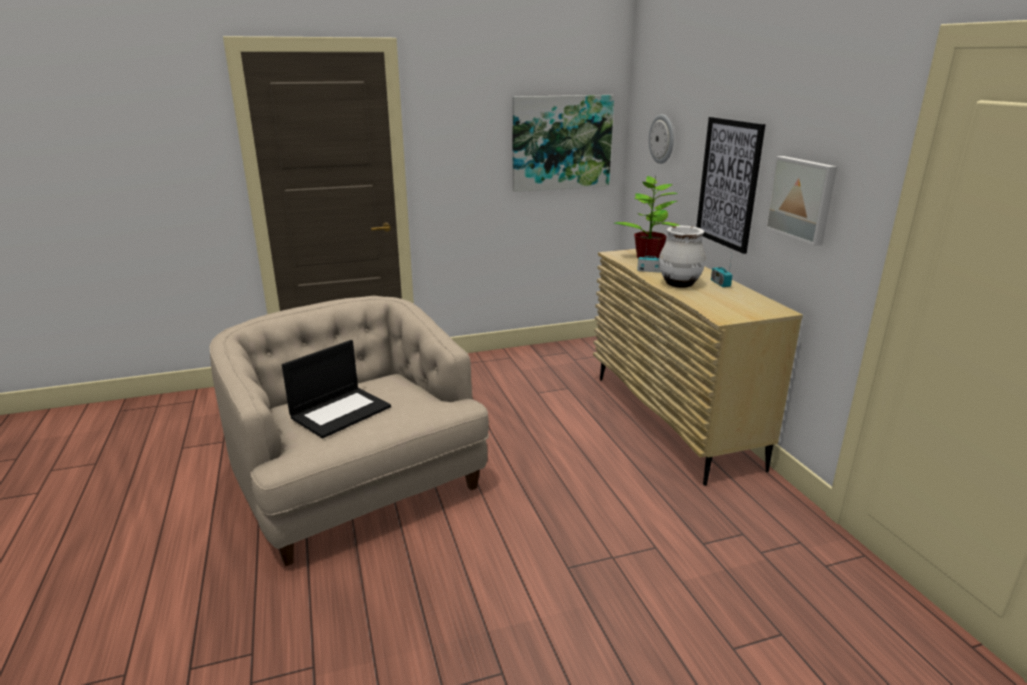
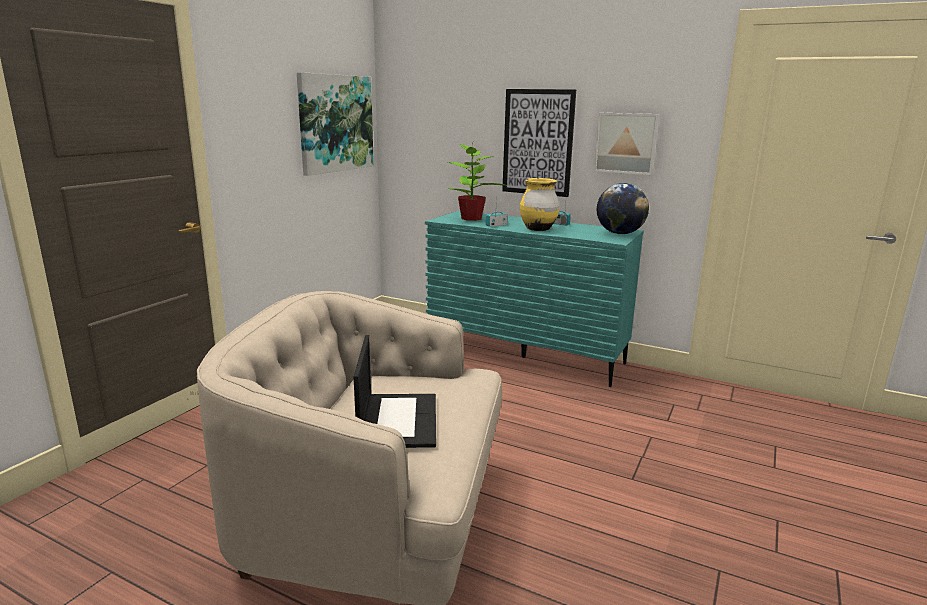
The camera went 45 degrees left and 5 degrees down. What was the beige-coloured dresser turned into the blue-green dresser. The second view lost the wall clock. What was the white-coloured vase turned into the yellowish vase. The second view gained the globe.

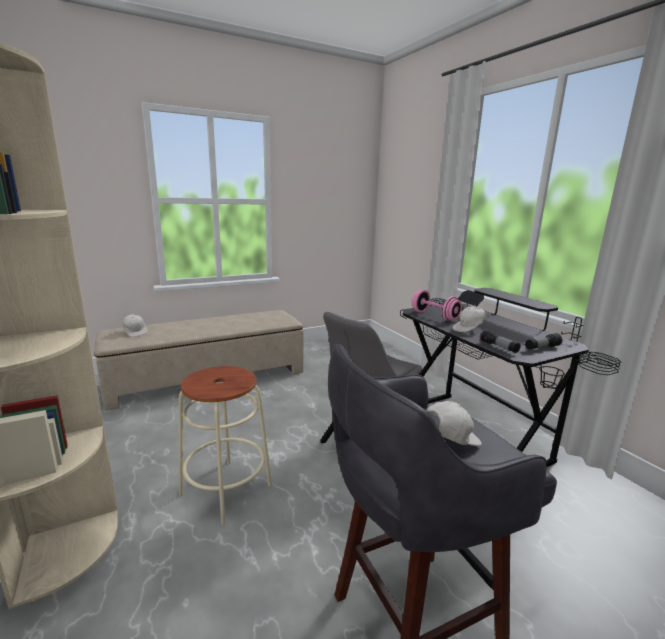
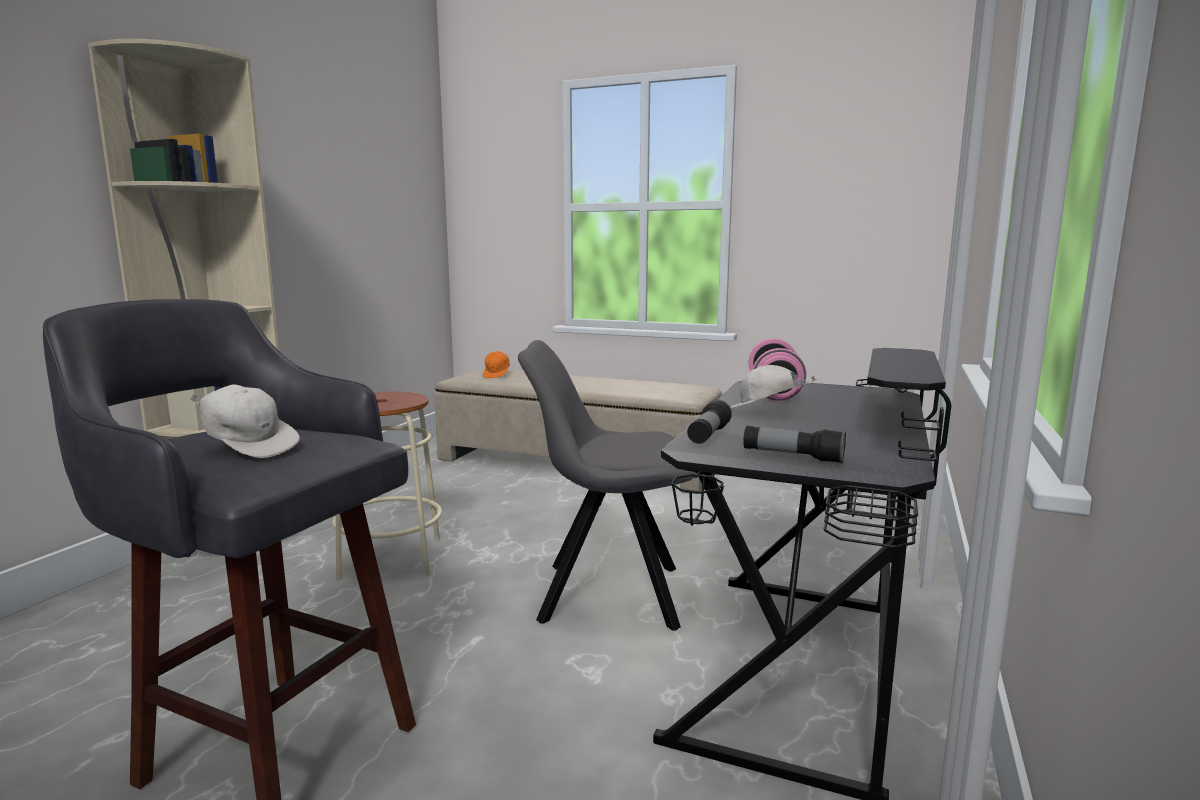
The camera went 50 degrees right and 5 degrees down. What was the white-coloured baseball cap (1st from left) turned into the orange baseball cap.

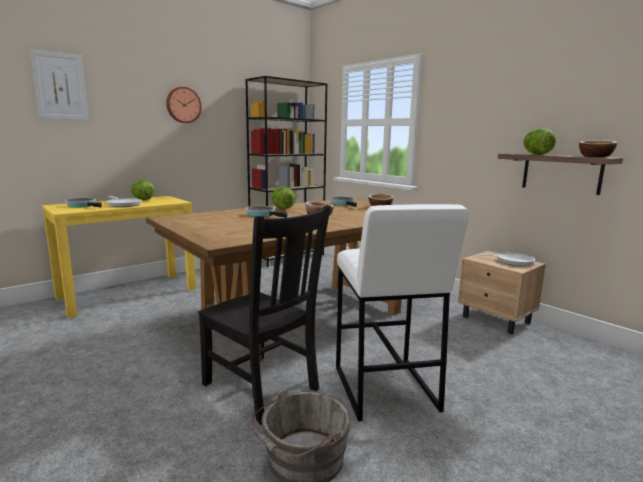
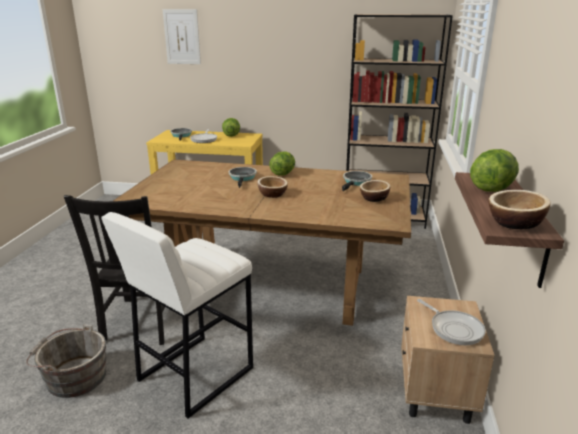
The camera went 50 degrees right and 10 degrees up. The second view lost the wall clock.

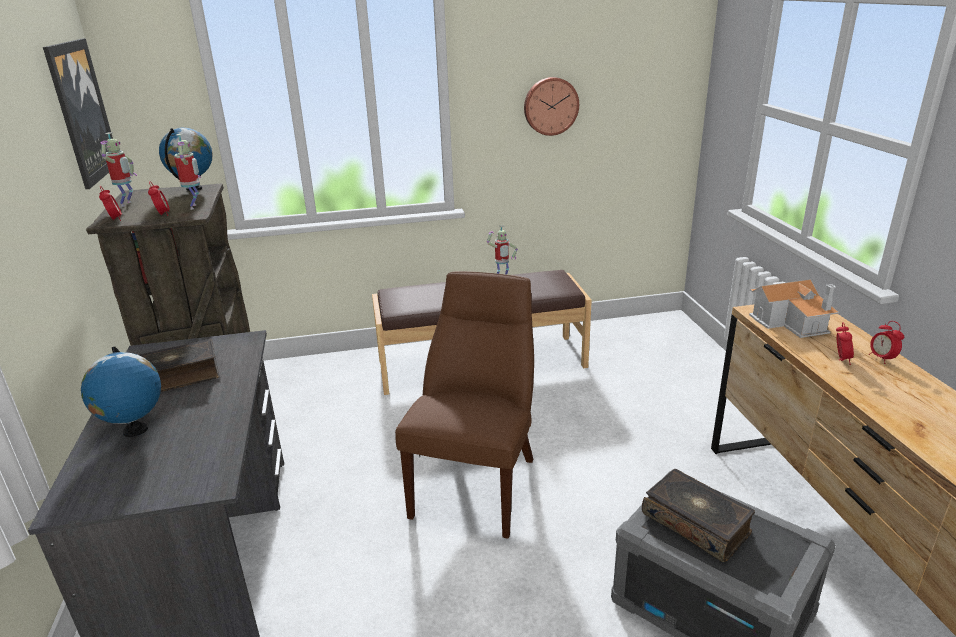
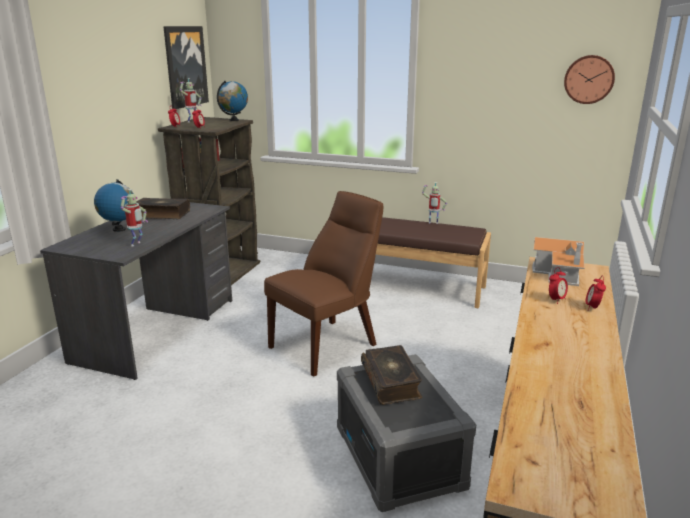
The camera went 30 degrees right and 5 degrees down. The robot figure (2nd from left in the first image) ended up elsewhere. The wall clock ended up elsewhere.

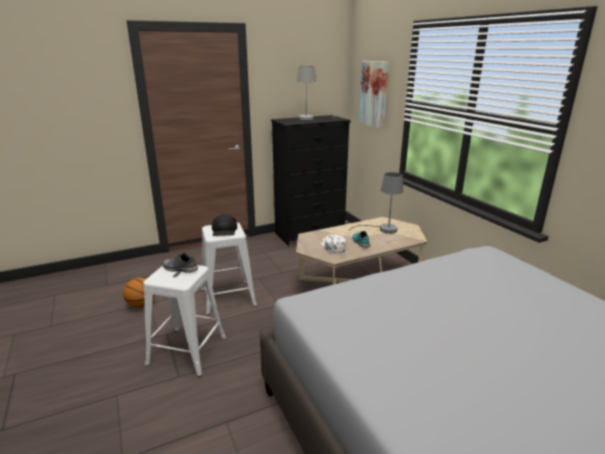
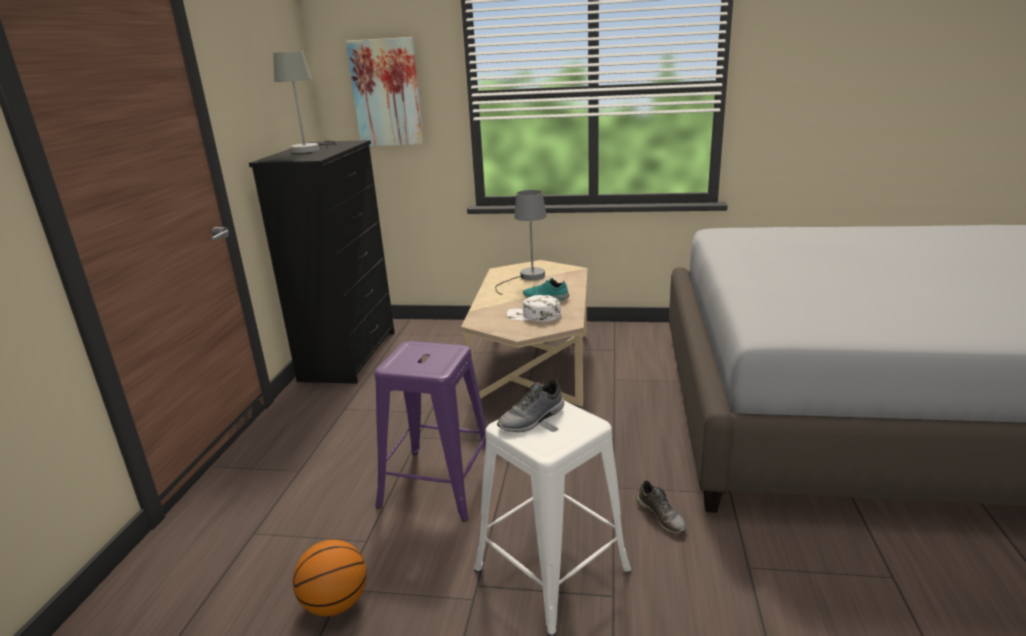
The camera went 55 degrees left and 0 degrees up. What was the white-coloured stool seat (2nd from left) turned into the purple-coloured stool seat. The second view lost the black baseball cap. The second view gained the gray item of footwear (2nd from left).

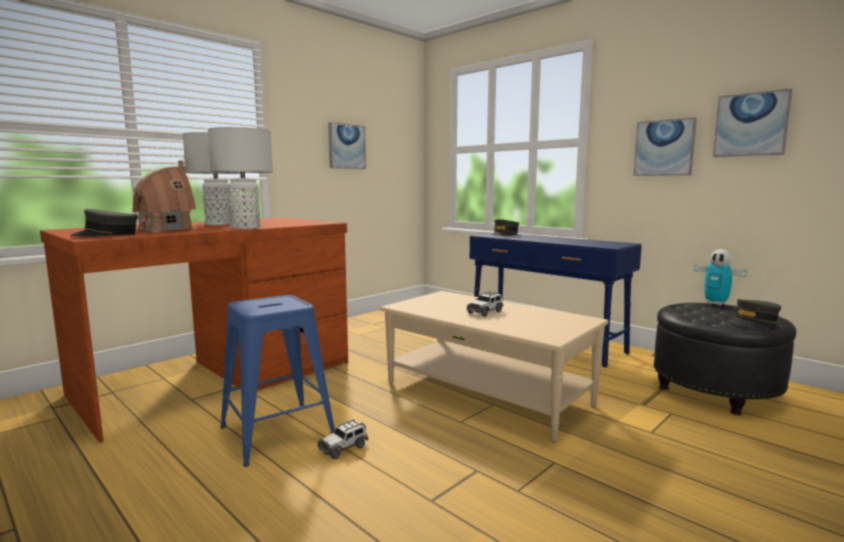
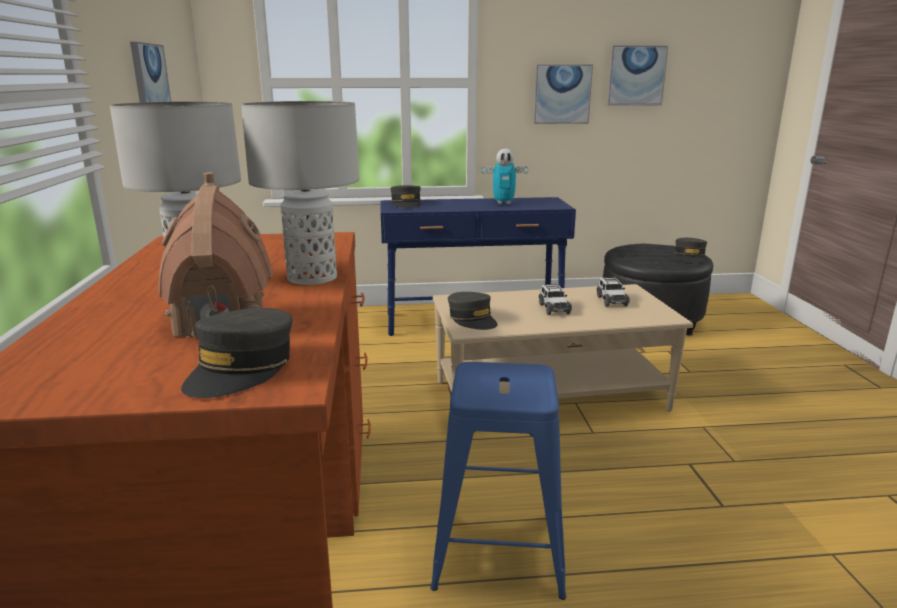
The camera went 50 degrees left and 10 degrees up. The model car (1st from left in the first image) ended up elsewhere. The robot figure ended up elsewhere. The second view gained the gray baseball cap (3rd from left).

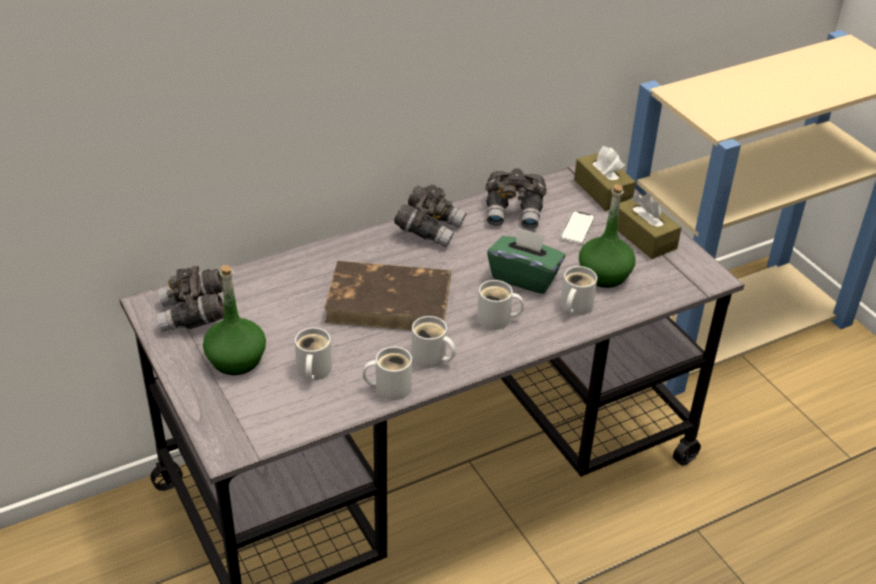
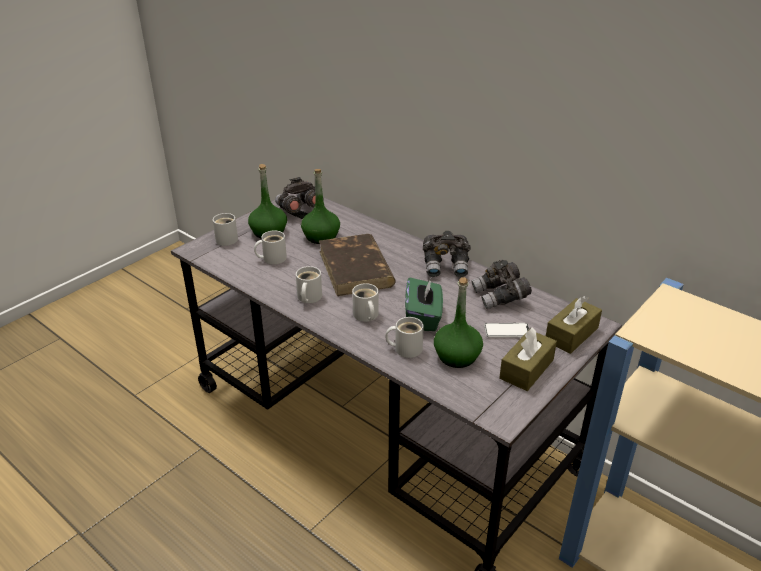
The camera went 70 degrees right and 5 degrees down. The white-coloured tea mug (2nd from left in the first image) ended up elsewhere. The second view gained the green bottle (2nd from left).

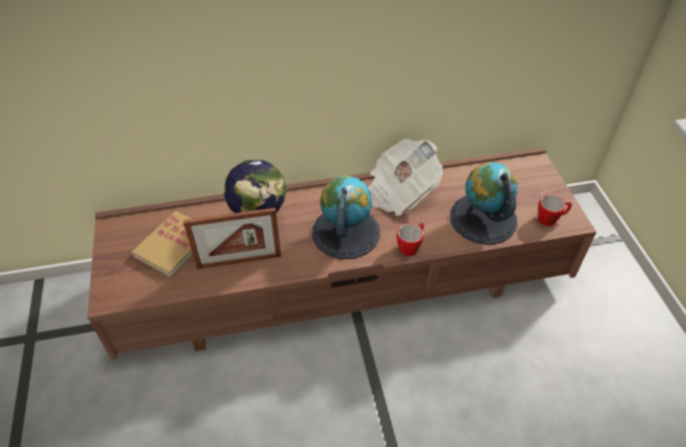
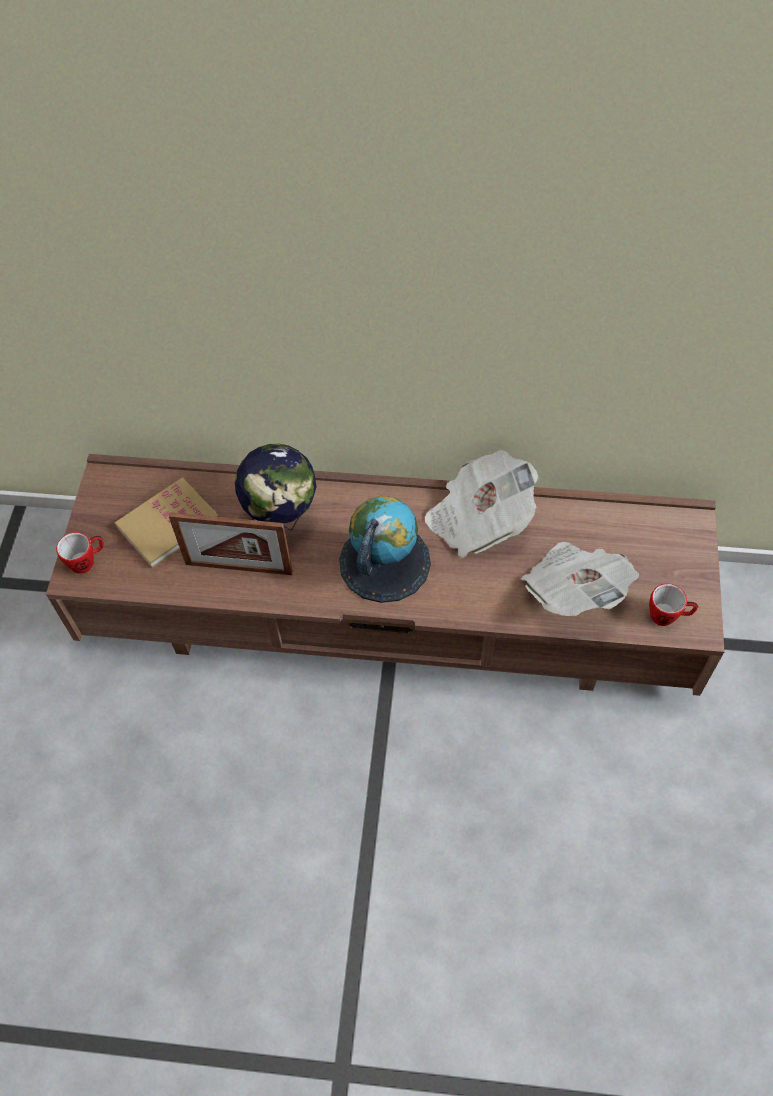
The camera went 20 degrees right and 10 degrees up. The tea mug (1st from left) ended up elsewhere. Where the globe (3rd from left) stood, the newspaper (2nd from left) came to stand.

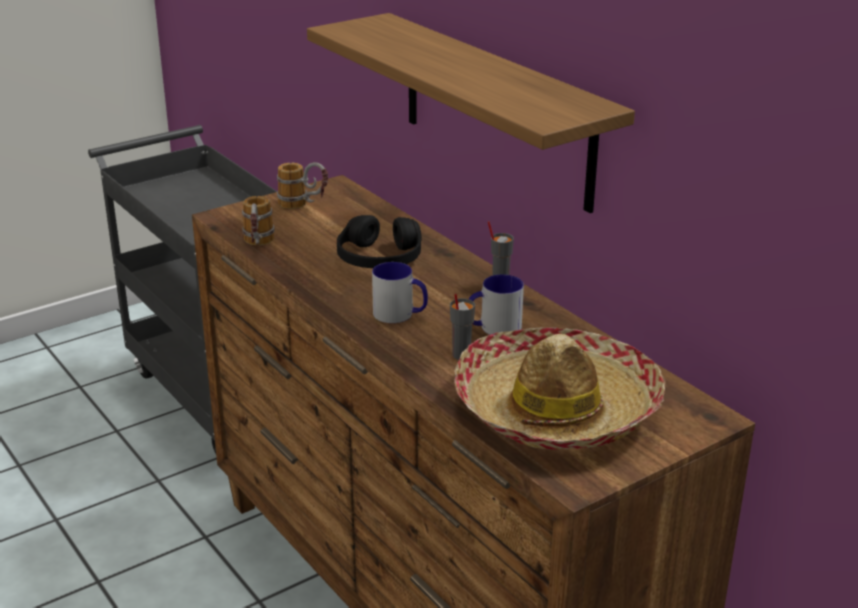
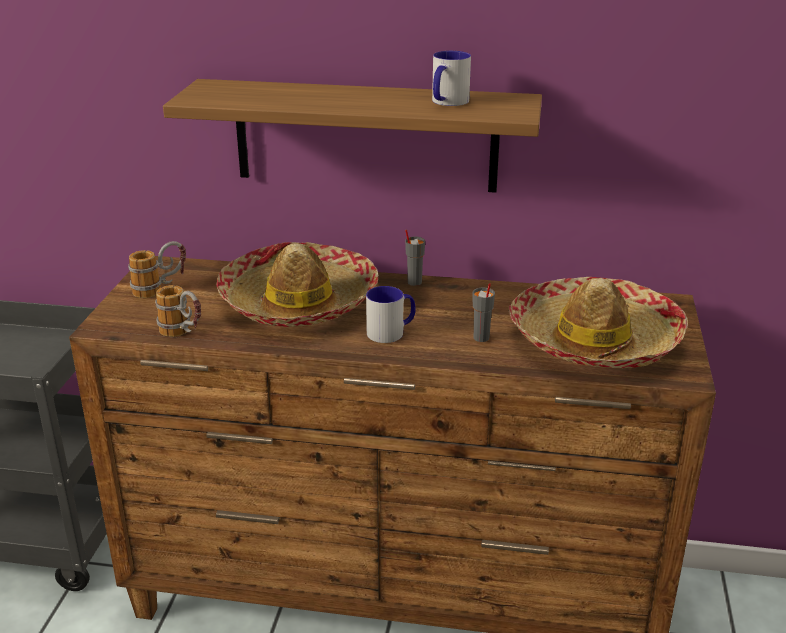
The camera went 45 degrees left and 0 degrees up. Where the black pair of headphones stood, the hat (1st from left) came to stand. The tea mug (4th from left) ended up elsewhere.

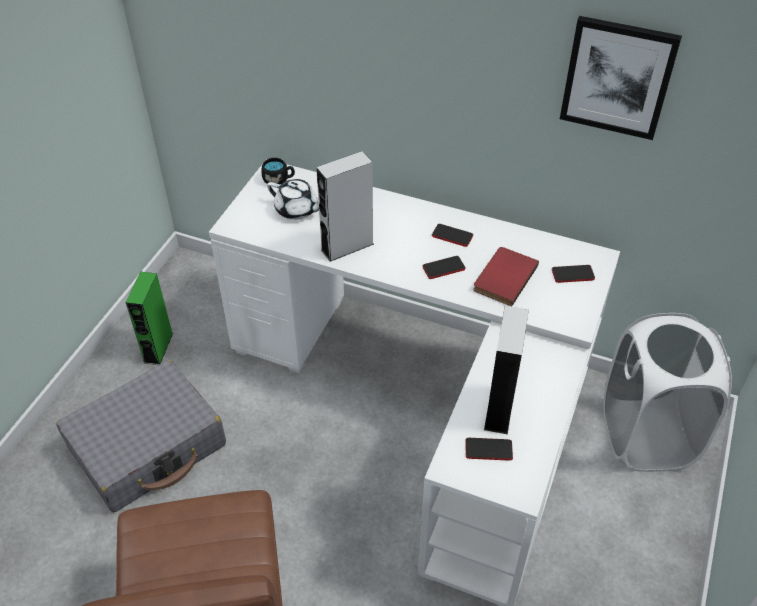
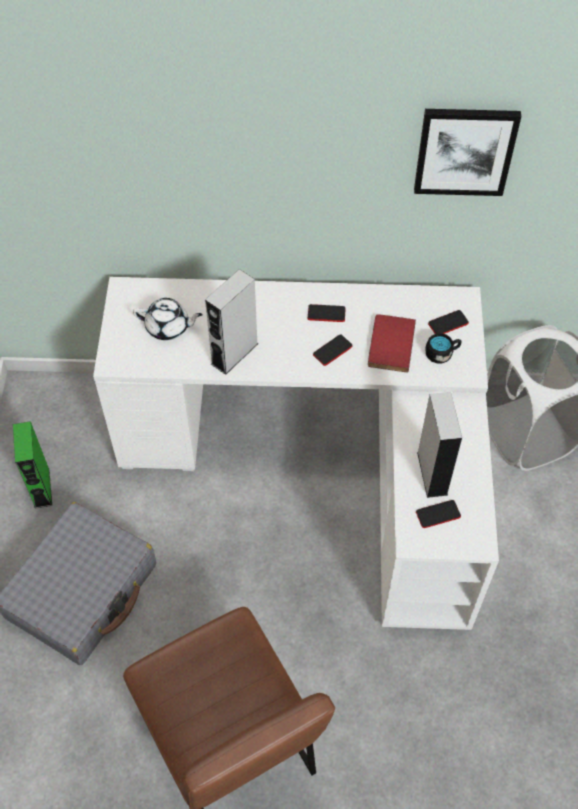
The camera went 20 degrees left and 10 degrees up. The black tea mug ended up elsewhere.

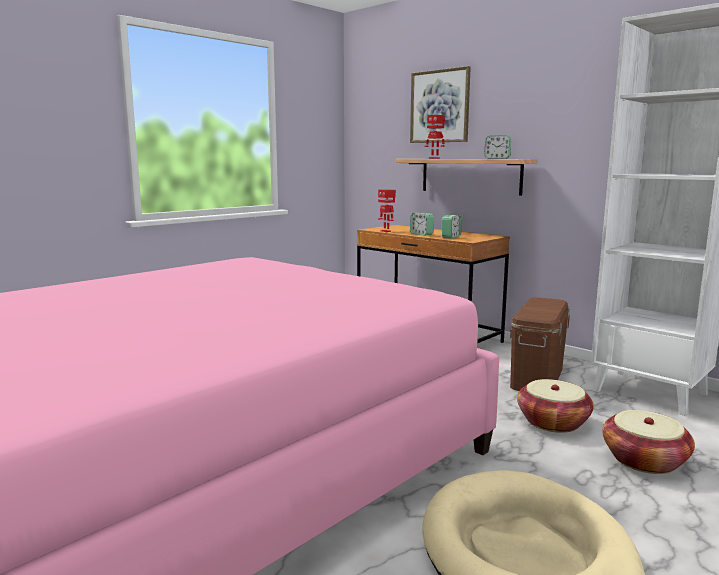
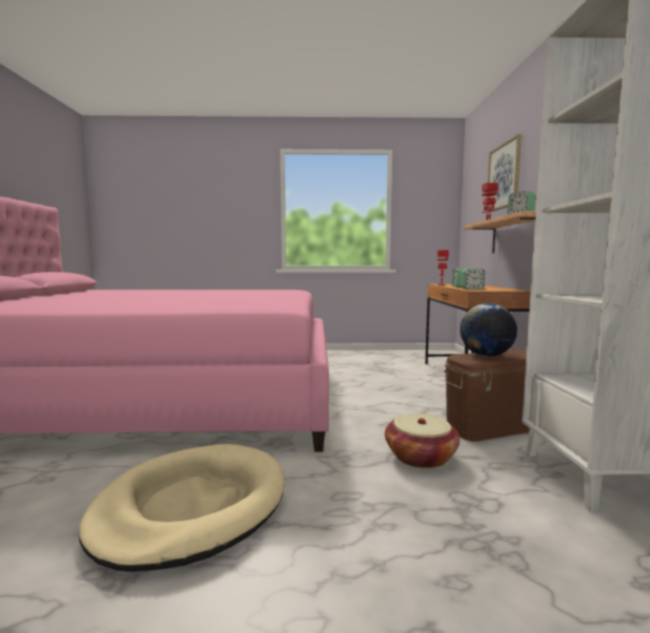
The camera went 45 degrees right and 5 degrees down. The second view lost the storage basket (2nd from left). The second view gained the globe.

